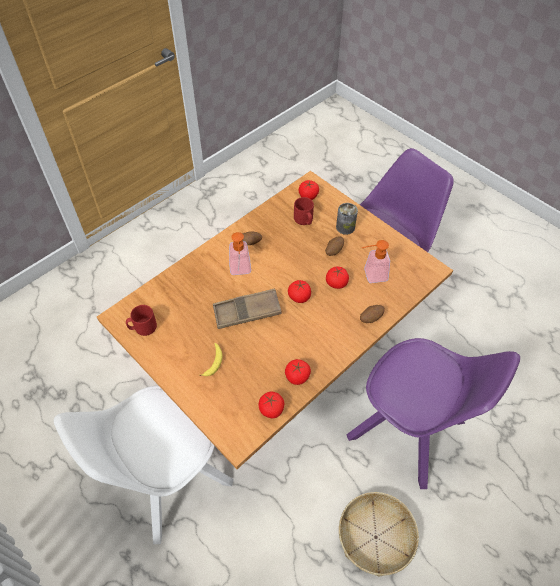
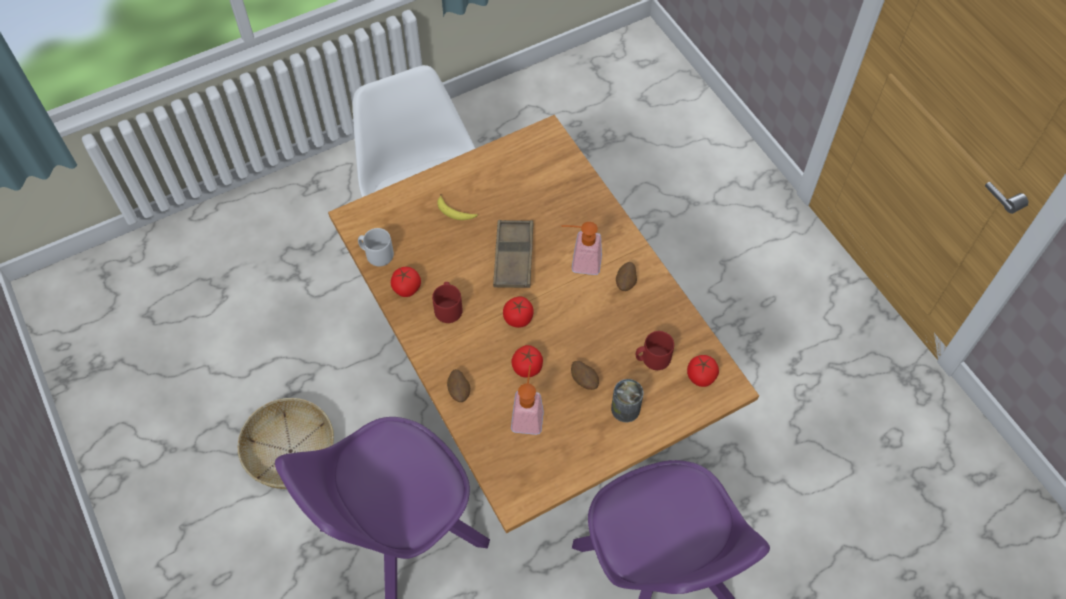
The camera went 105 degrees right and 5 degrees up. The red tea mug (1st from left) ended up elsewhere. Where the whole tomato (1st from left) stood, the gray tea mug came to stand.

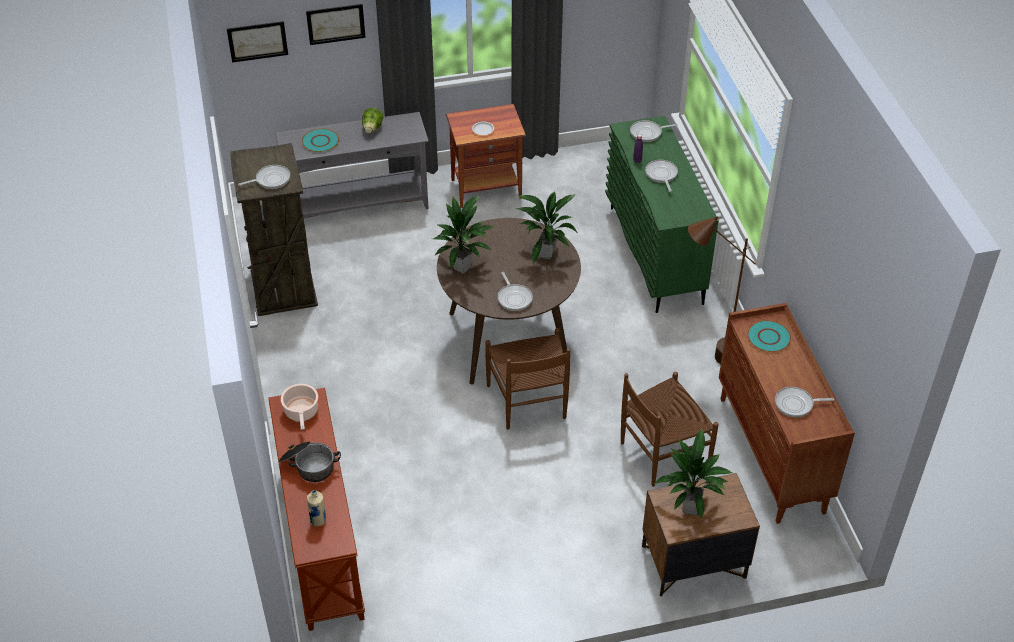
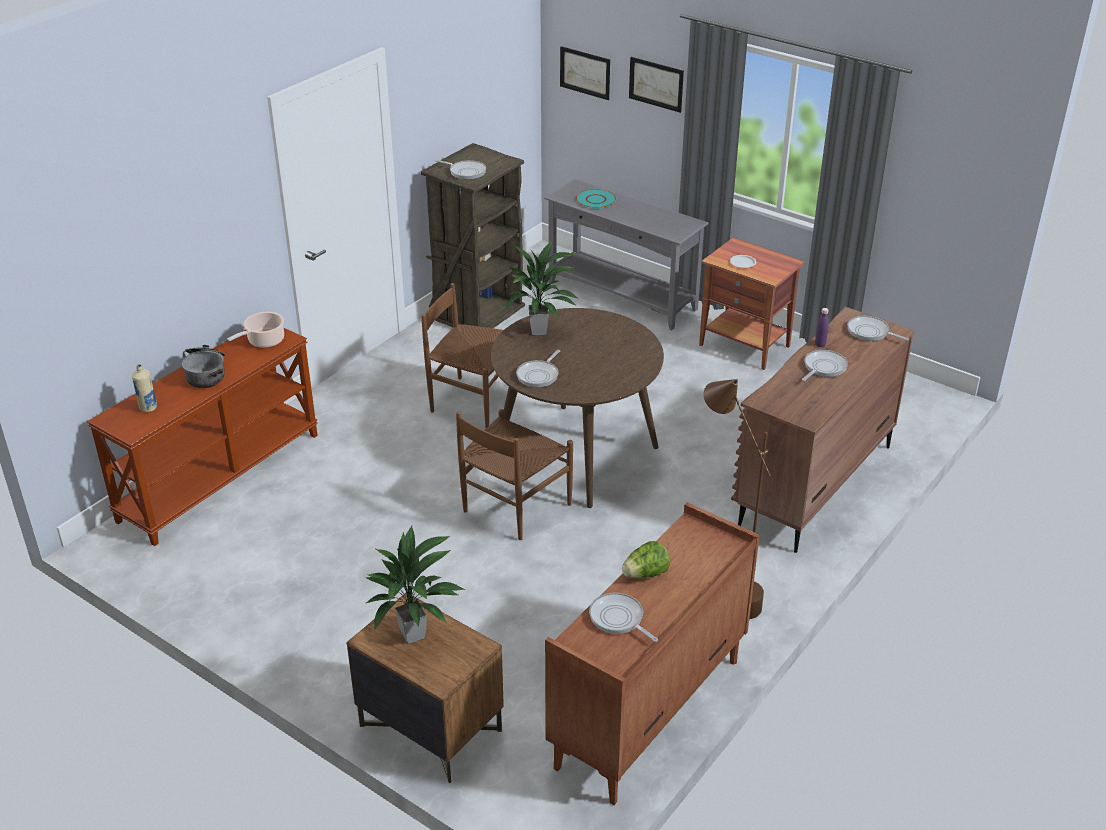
The camera went 50 degrees right and 10 degrees down. The lettuce ended up elsewhere. The second view lost the houseplant (2nd from left). What was the green dresser turned into the brown dresser. The brown plain chair (2nd from left in the first image) ended up elsewhere. The second view lost the blue-green flat dish (2nd from left).

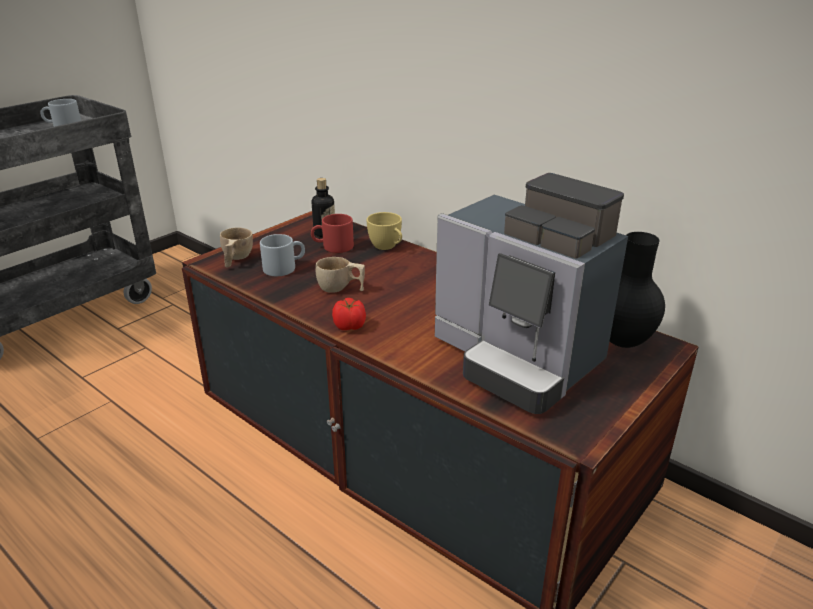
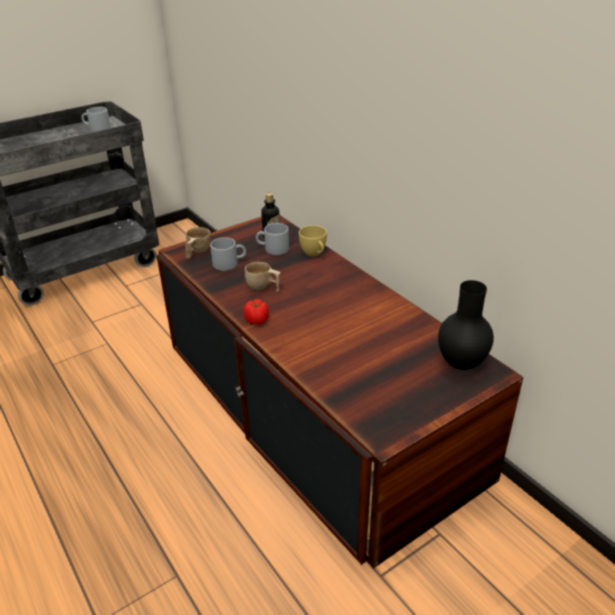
The camera went 15 degrees right and 5 degrees up. What was the red tea mug turned into the gray tea mug (3rd from left). The second view lost the coffee machine.

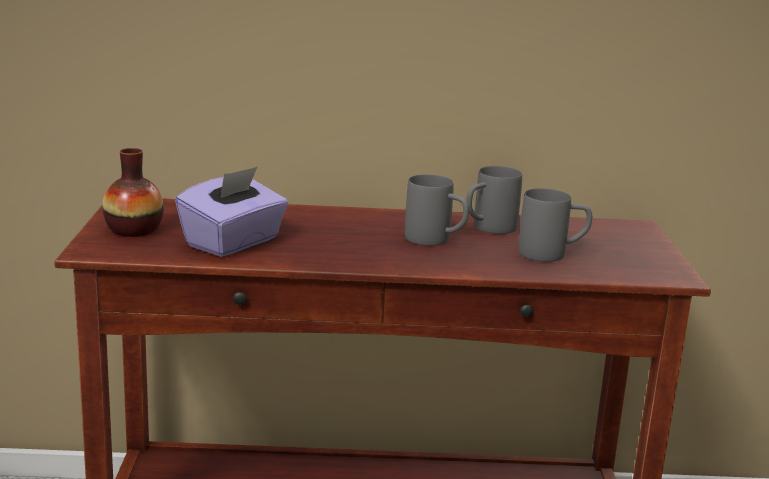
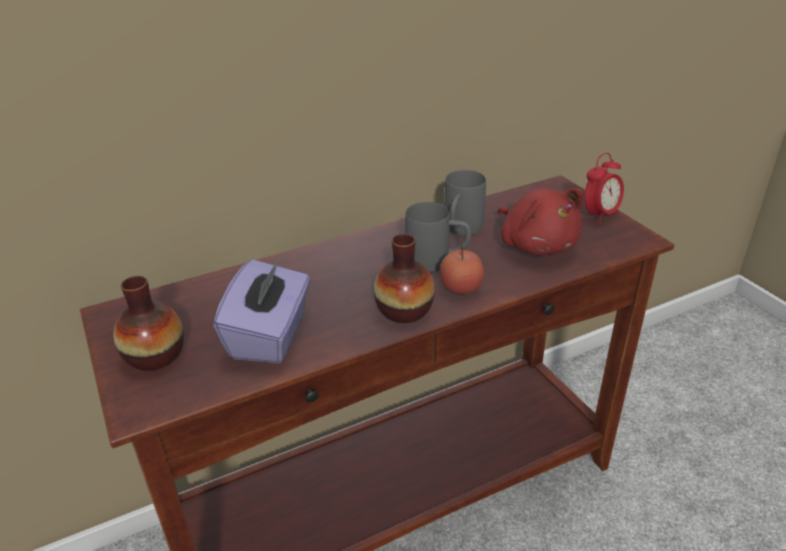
The camera went 25 degrees left and 15 degrees up. Where the gray tea mug (3rd from left) stood, the red soft toy came to stand. The second view gained the vase (2nd from left). The second view gained the apple. The second view gained the alarm clock.

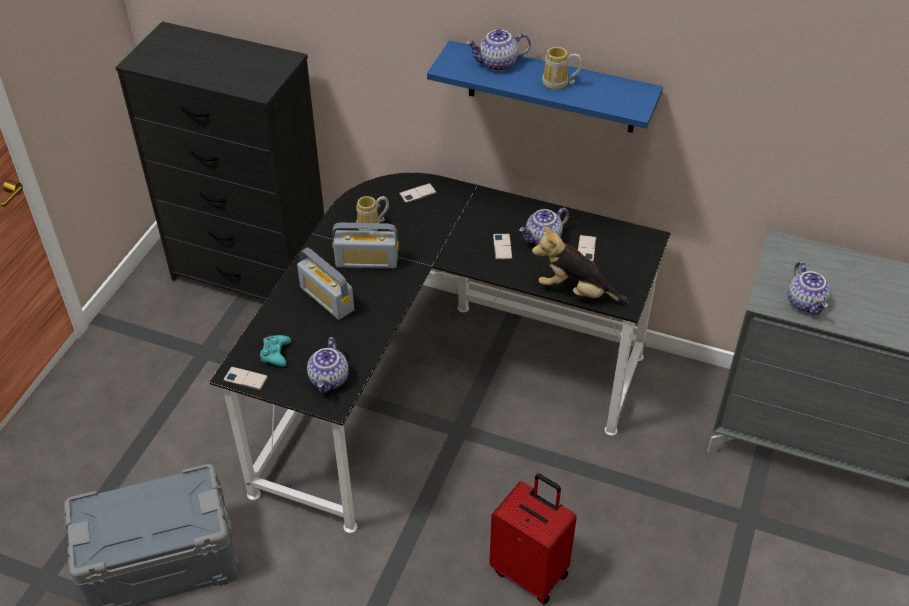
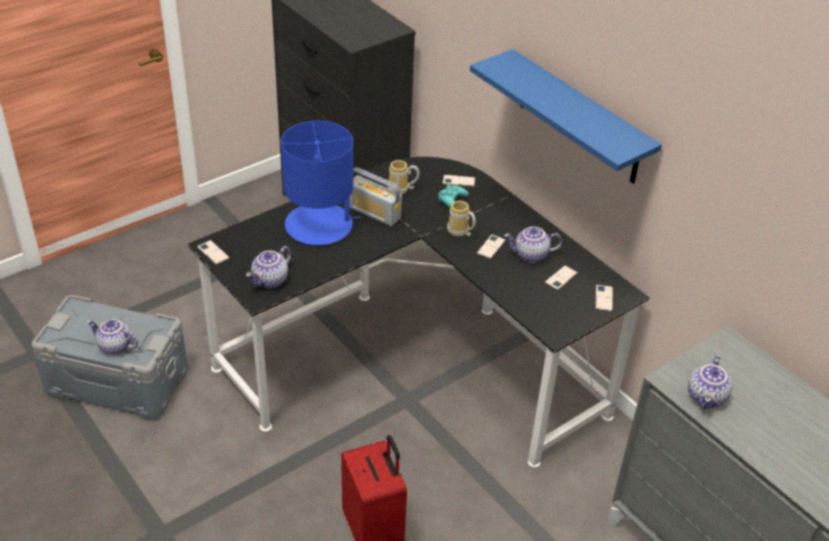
The camera went 30 degrees right and 5 degrees down. The blue-green joypad ended up elsewhere. Where the radio receiver (1st from left) stood, the blue-coloured lamp for a table came to stand. The pot for tea (2nd from left in the first image) ended up elsewhere. The second view lost the soft toy. The tea mug (2nd from left) ended up elsewhere. The second view gained the telephone (5th from left).

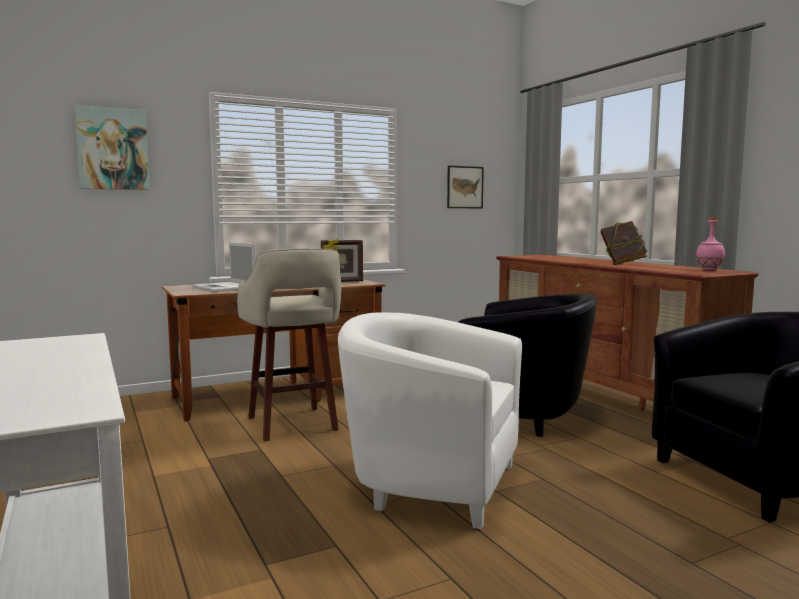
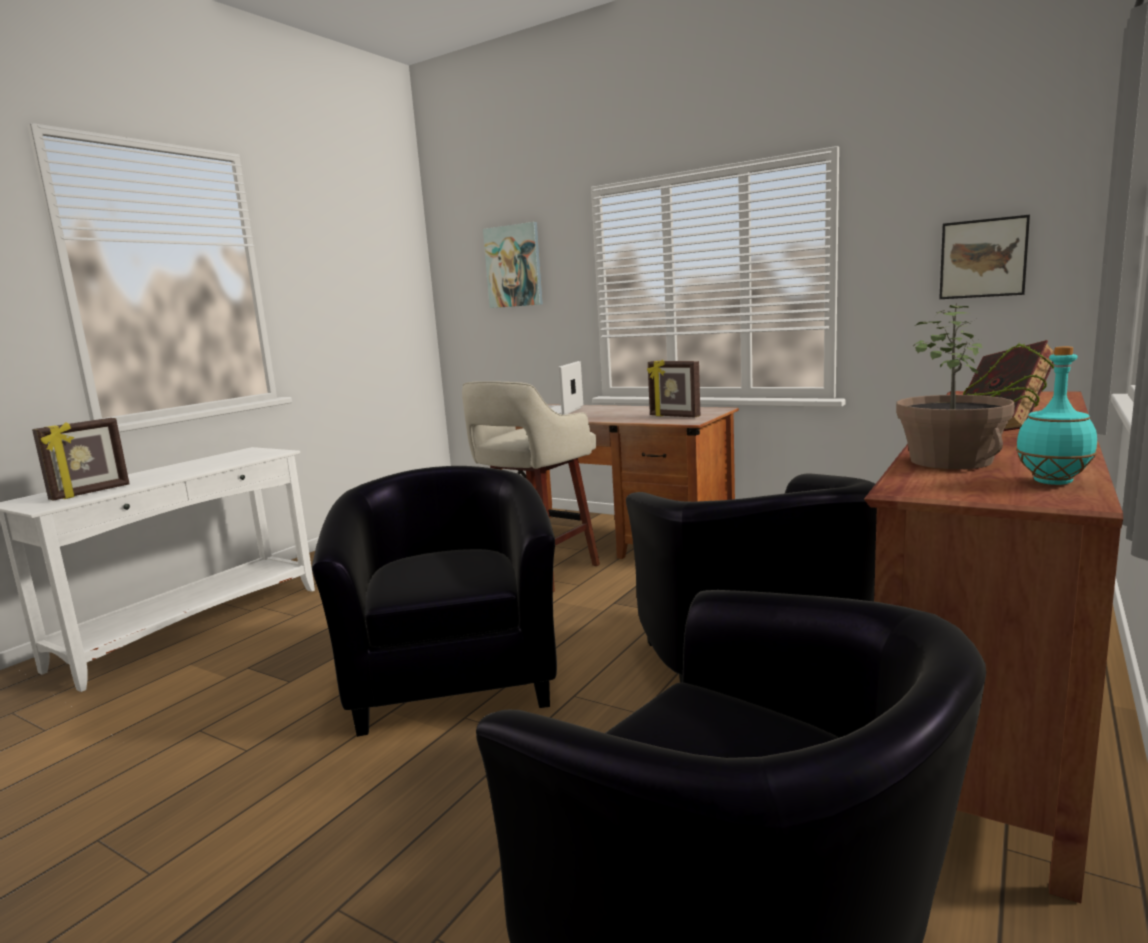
The camera went 60 degrees right and 5 degrees up. What was the white-coloured armchair turned into the black armchair (1st from left). What was the pink bottle turned into the blue-green bottle. The second view gained the photo frame (1st from left). The second view gained the houseplant.

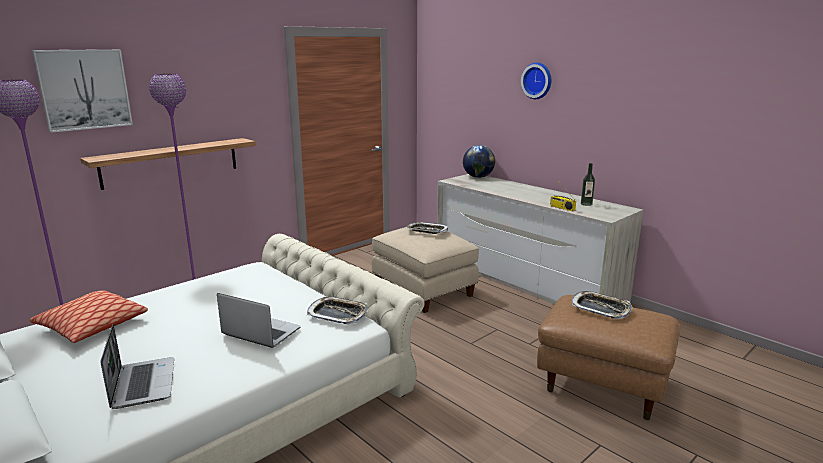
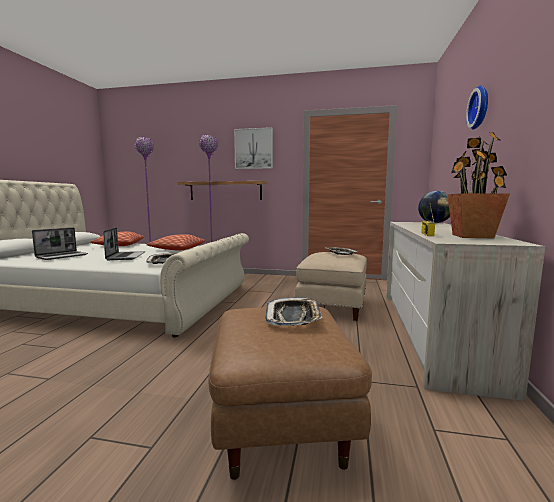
The camera went 55 degrees right and 10 degrees down. The picture ended up elsewhere. Where the bottle stood, the houseplant came to stand. The second view gained the cushion (2nd from left).

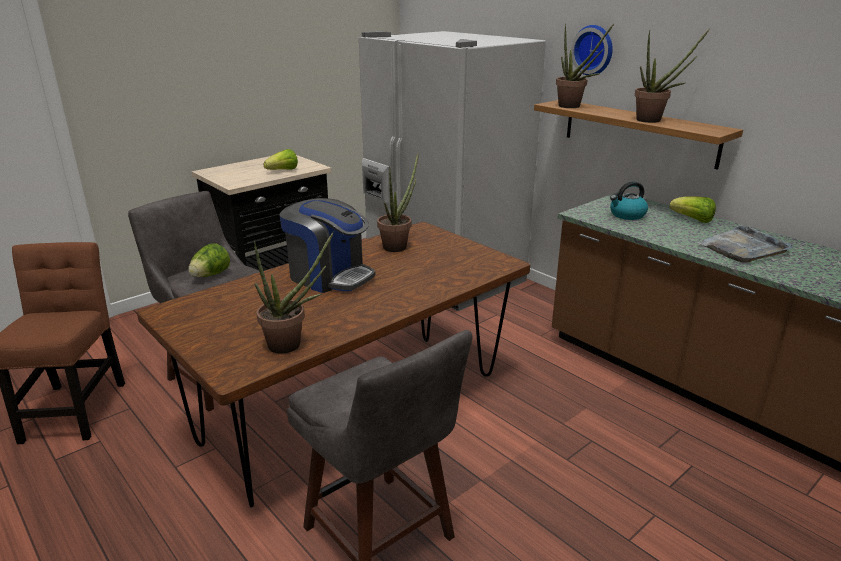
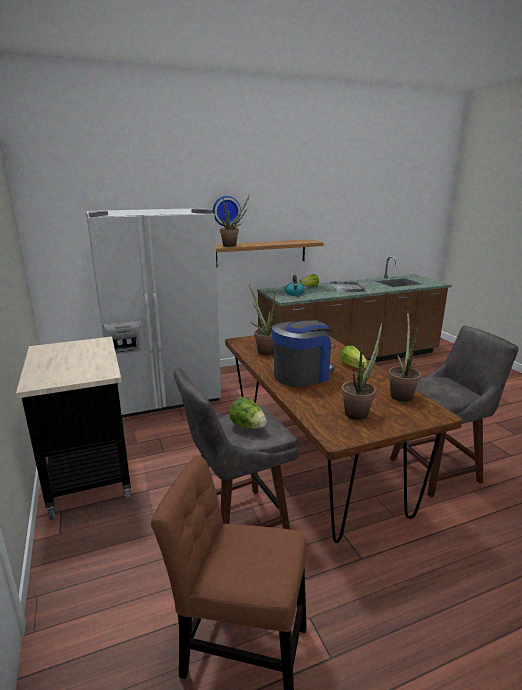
The camera went 70 degrees left and 5 degrees down. The lettuce (2nd from left in the first image) ended up elsewhere. The houseplant (4th from left in the first image) ended up elsewhere.

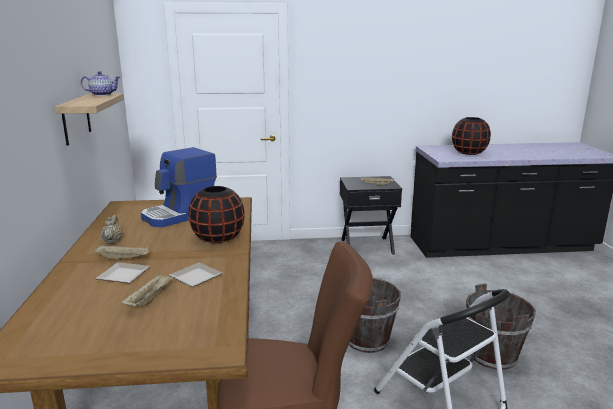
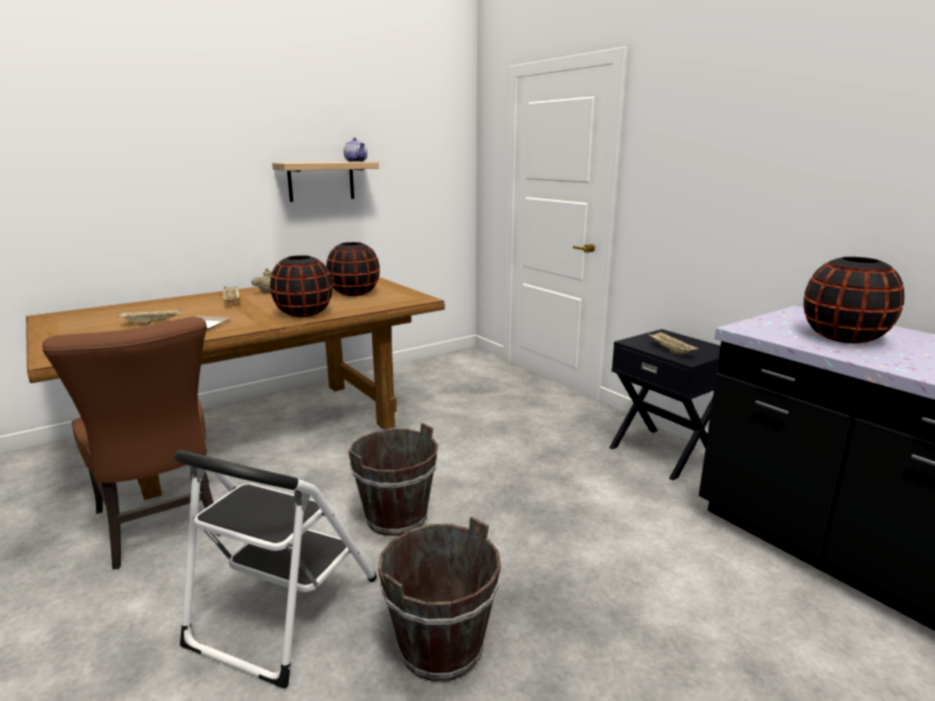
The camera went 60 degrees right and 0 degrees up. The second view lost the flat dish (1st from left). Where the coffee machine stood, the black vase (2nd from left) came to stand.

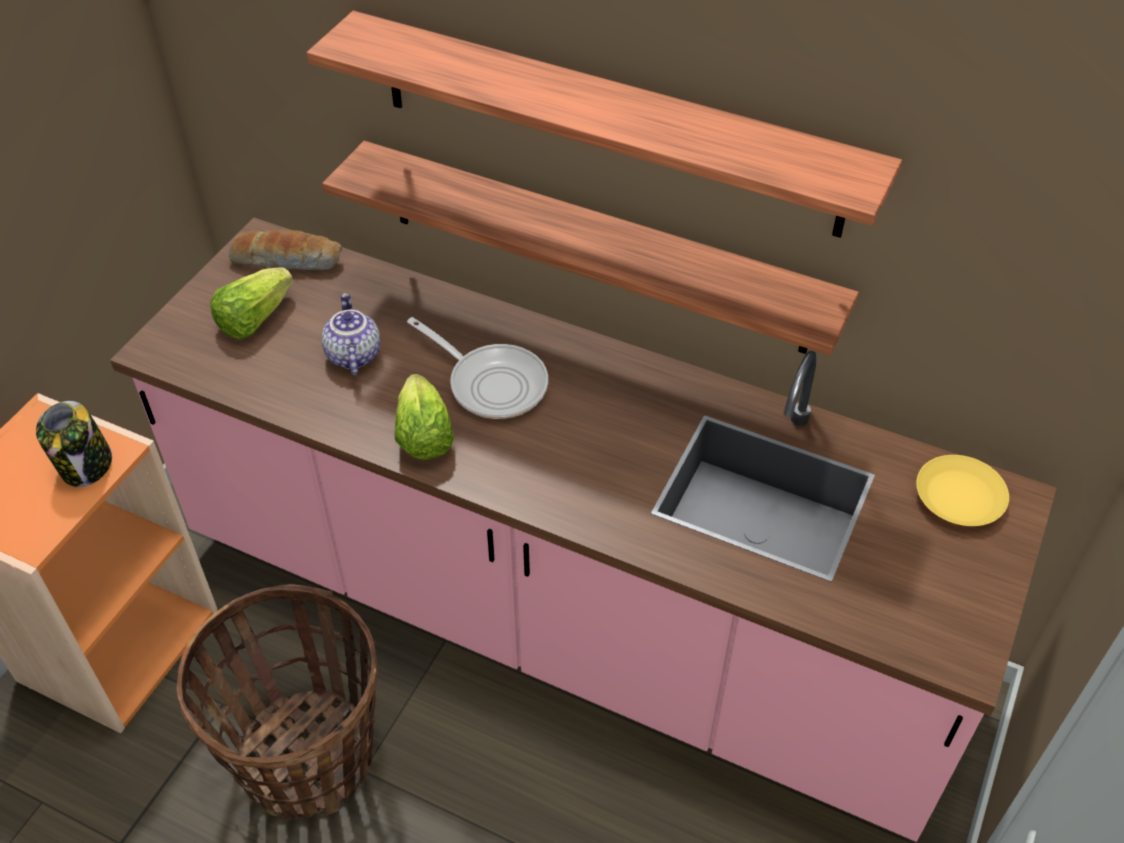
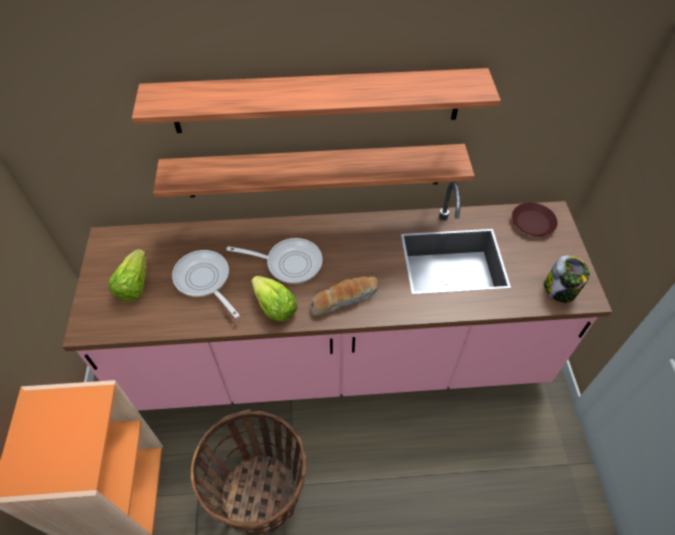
The camera went 30 degrees left and 5 degrees up. The jar ended up elsewhere. The bakery bread ended up elsewhere. Where the pot for tea stood, the frying pan (1st from left) came to stand. What was the yellowish flat dish turned into the brown flat dish.

